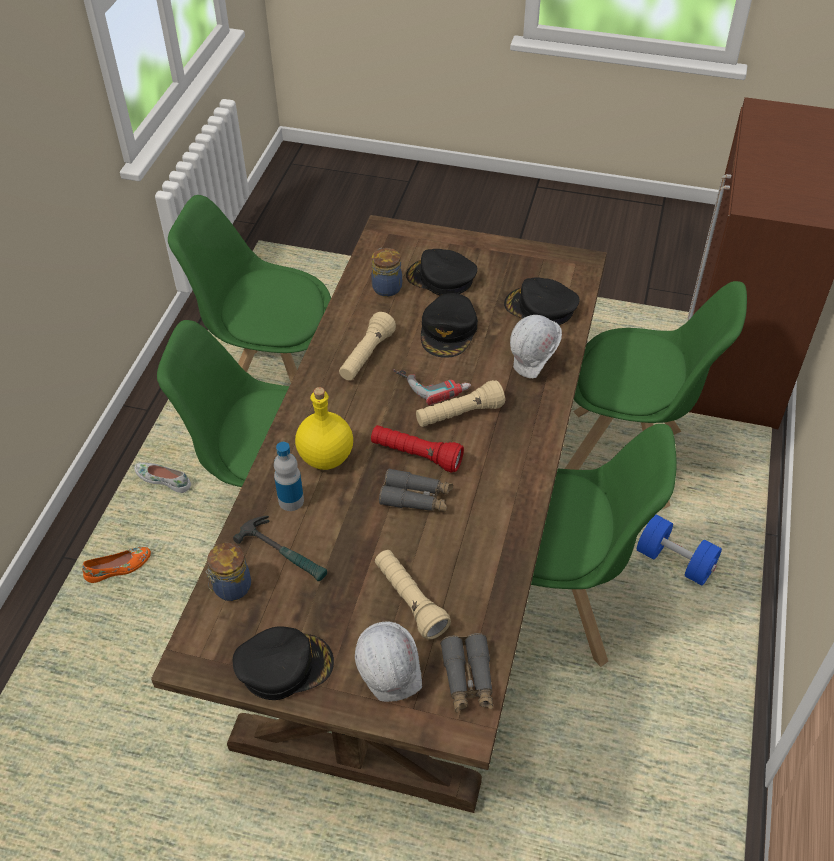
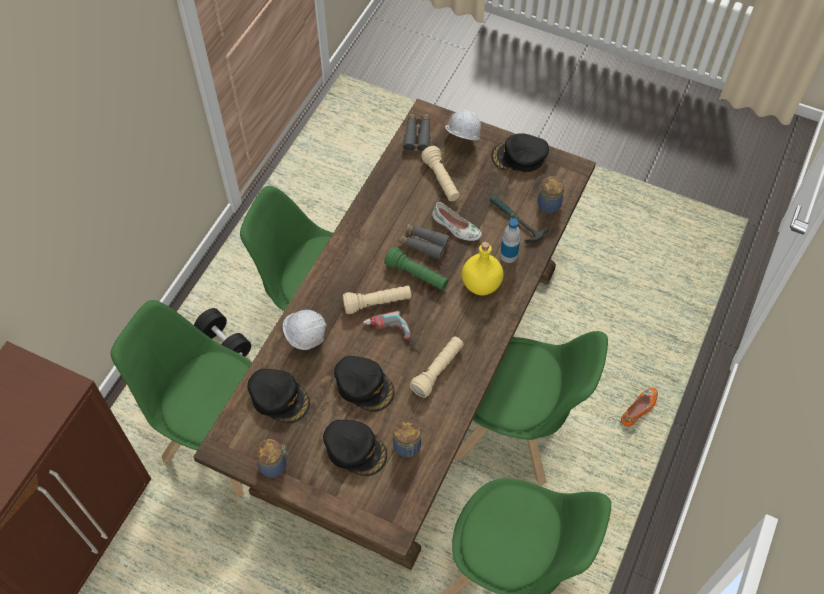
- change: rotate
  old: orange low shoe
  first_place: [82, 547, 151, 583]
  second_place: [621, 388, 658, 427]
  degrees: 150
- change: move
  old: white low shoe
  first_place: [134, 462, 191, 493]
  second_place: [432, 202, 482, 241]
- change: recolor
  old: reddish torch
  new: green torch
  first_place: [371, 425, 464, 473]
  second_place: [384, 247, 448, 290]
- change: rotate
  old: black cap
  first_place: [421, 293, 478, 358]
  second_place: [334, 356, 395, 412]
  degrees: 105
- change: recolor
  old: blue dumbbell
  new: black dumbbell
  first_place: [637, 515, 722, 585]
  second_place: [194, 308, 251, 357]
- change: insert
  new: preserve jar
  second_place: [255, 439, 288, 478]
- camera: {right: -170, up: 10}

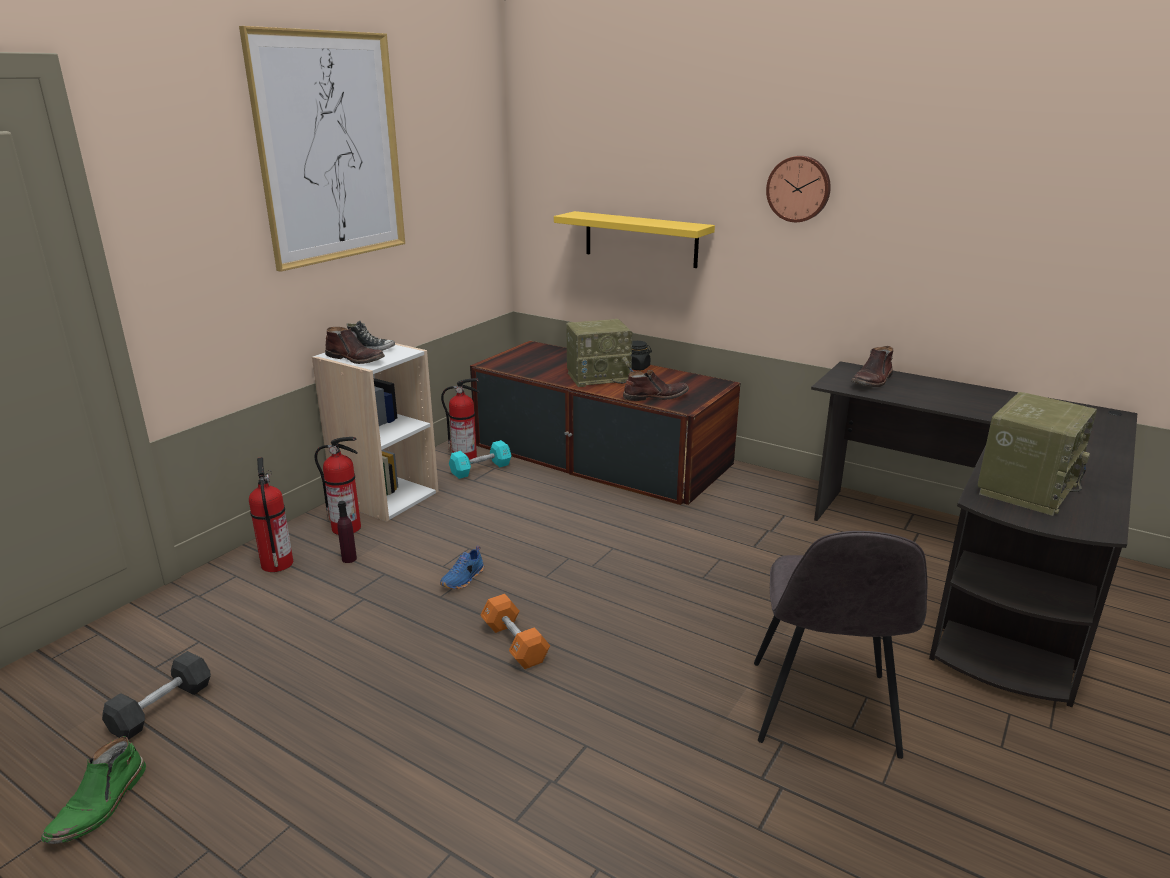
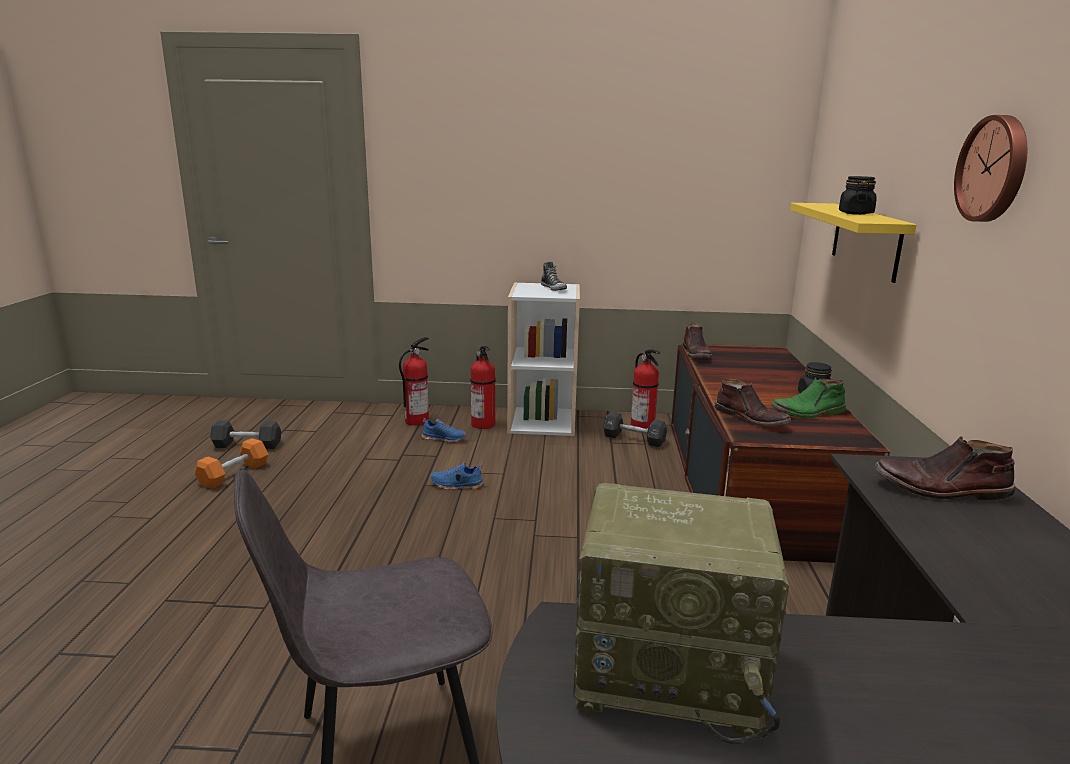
- change: move
  old: green high-top boot
  first_place: [41, 736, 146, 844]
  second_place: [771, 378, 846, 418]
- change: delete
  old: wall picture
  first_place: [239, 26, 405, 272]
- change: move
  old: brownish high-top boot
  first_place: [325, 327, 385, 364]
  second_place: [683, 323, 712, 358]
- change: replace
  old: purplish drink bottle
  new: blue low shoe
  first_place: [337, 501, 357, 563]
  second_place: [422, 418, 466, 443]
- change: recolor
  old: turquoise-coloured dumbbell
  new: black dumbbell
  first_place: [449, 440, 511, 479]
  second_place: [603, 411, 667, 447]
- change: move
  old: orange dumbbell
  first_place: [480, 594, 550, 669]
  second_place: [195, 438, 269, 489]
- change: delete
  old: radio receiver
  first_place: [566, 319, 634, 387]
- change: insert
  new: black preserve jar
  second_place: [839, 176, 876, 215]
- camera: {right: 60, up: -5}

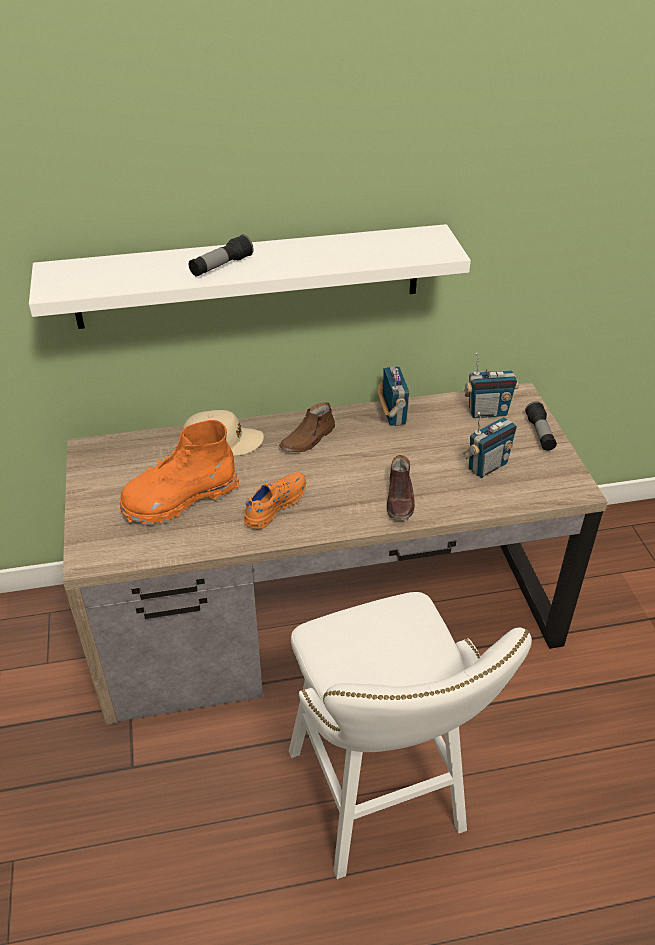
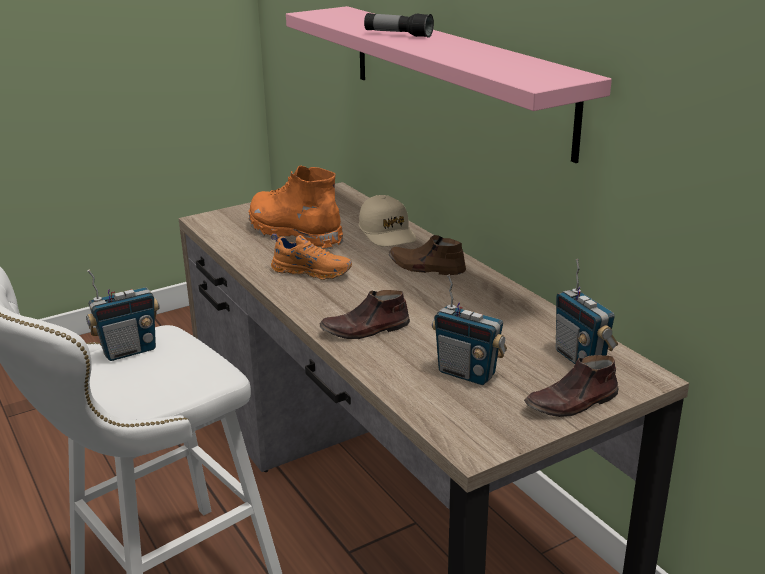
- change: recolor
  old: white bracket shelf
  new: pink-coloured bracket shelf
  first_place: [29, 224, 471, 329]
  second_place: [286, 6, 612, 163]
- change: move
  old: radio receiver
  first_place: [377, 366, 409, 426]
  second_place: [86, 269, 160, 361]
- change: replace
  old: torch
  new: brownish low shoe
  first_place: [525, 401, 557, 451]
  second_place: [524, 355, 619, 417]
- camera: {right: 70, up: -15}

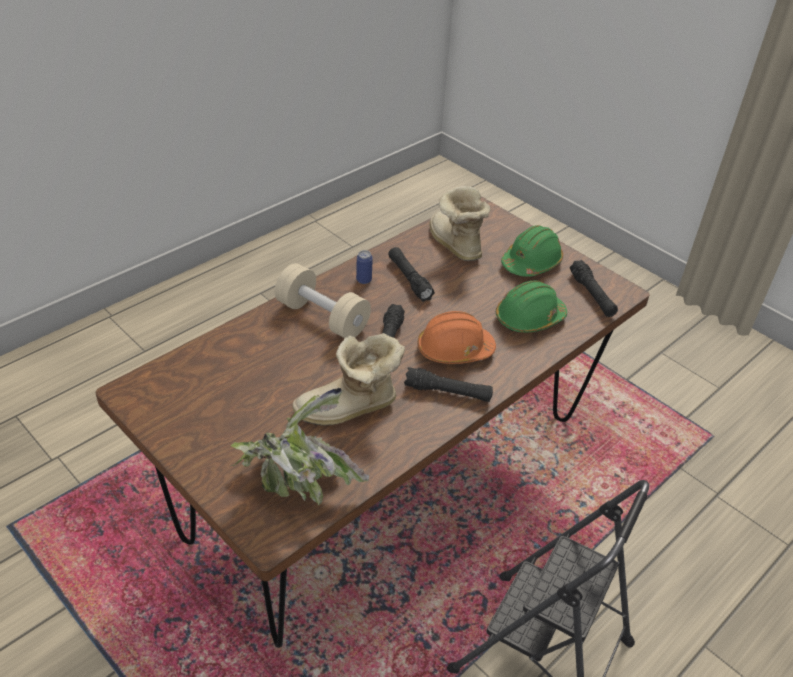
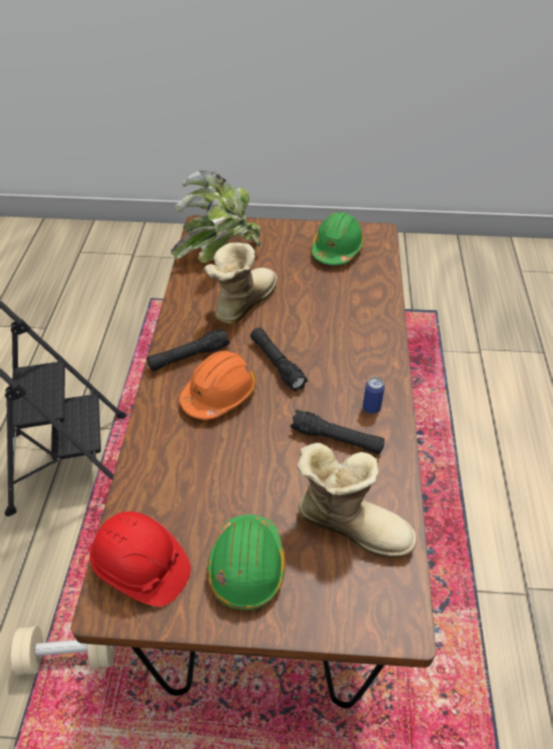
- change: move
  old: sand-coloured dumbbell
  first_place: [275, 263, 371, 338]
  second_place: [11, 626, 115, 675]
- change: move
  old: green hard hat
  first_place: [496, 280, 567, 332]
  second_place: [311, 212, 364, 265]
- change: replace
  old: black torch
  new: reddish hard hat
  first_place: [570, 260, 618, 317]
  second_place: [90, 511, 191, 607]
- camera: {right: 140, up: 5}

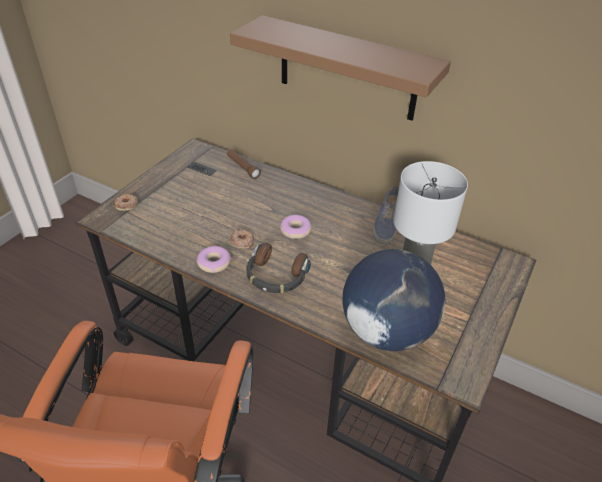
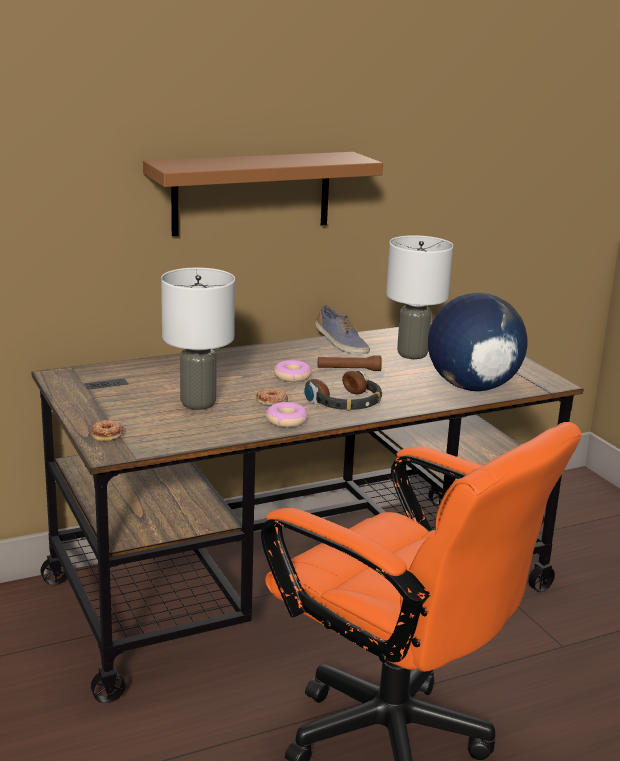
- change: move
  old: brownish torch
  first_place: [227, 149, 261, 179]
  second_place: [318, 355, 382, 371]
- change: insert
  new: white lamp for a table
  second_place: [161, 268, 235, 410]
- camera: {right: -55, up: -20}

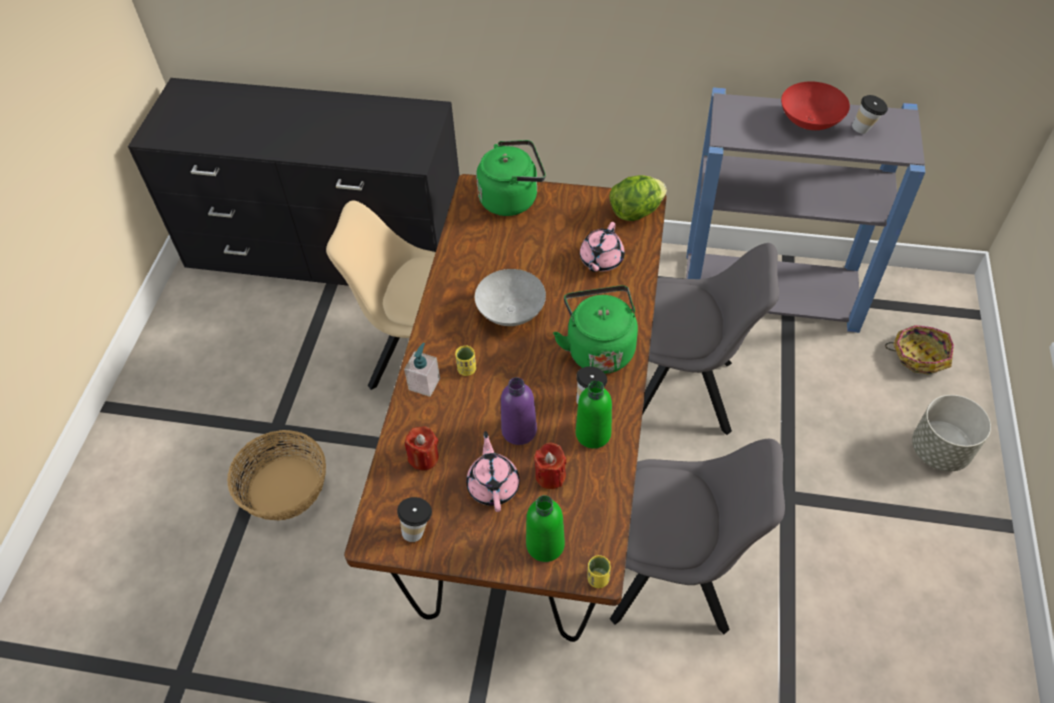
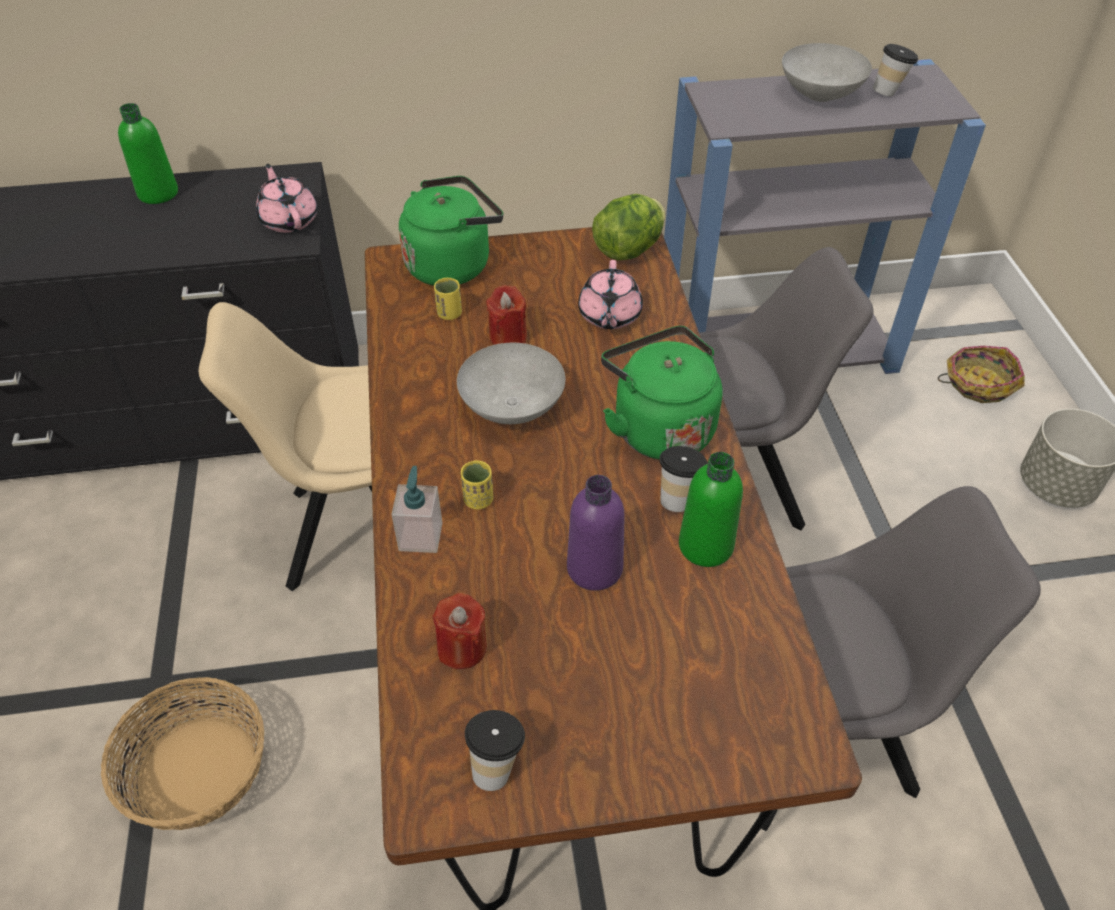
- change: move
  old: pink-coloured tea pot
  first_place: [466, 431, 520, 512]
  second_place: [256, 164, 317, 233]
- change: move
  old: green drink bottle
  first_place: [526, 495, 565, 562]
  second_place: [118, 103, 178, 204]
- change: move
  old: reddish wax candle
  first_place: [534, 443, 566, 489]
  second_place: [486, 285, 527, 345]
- change: move
  old: yellow-coloured small cup
  first_place: [587, 555, 611, 588]
  second_place: [434, 278, 462, 320]
- change: recolor
  old: reddish deep dish
  new: grey deep dish
  first_place: [781, 81, 850, 130]
  second_place: [782, 43, 872, 102]
- camera: {right: -20, up: -5}

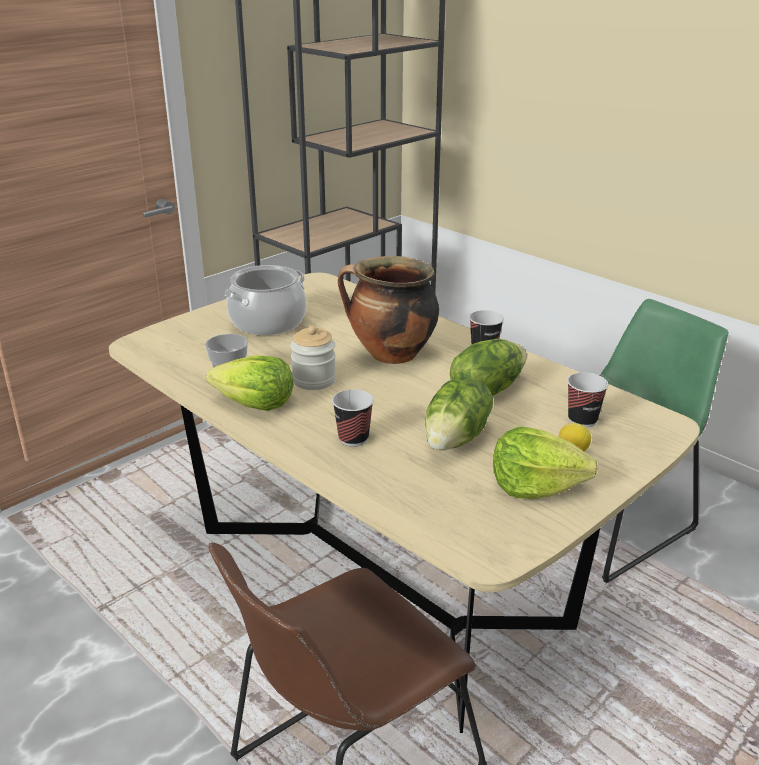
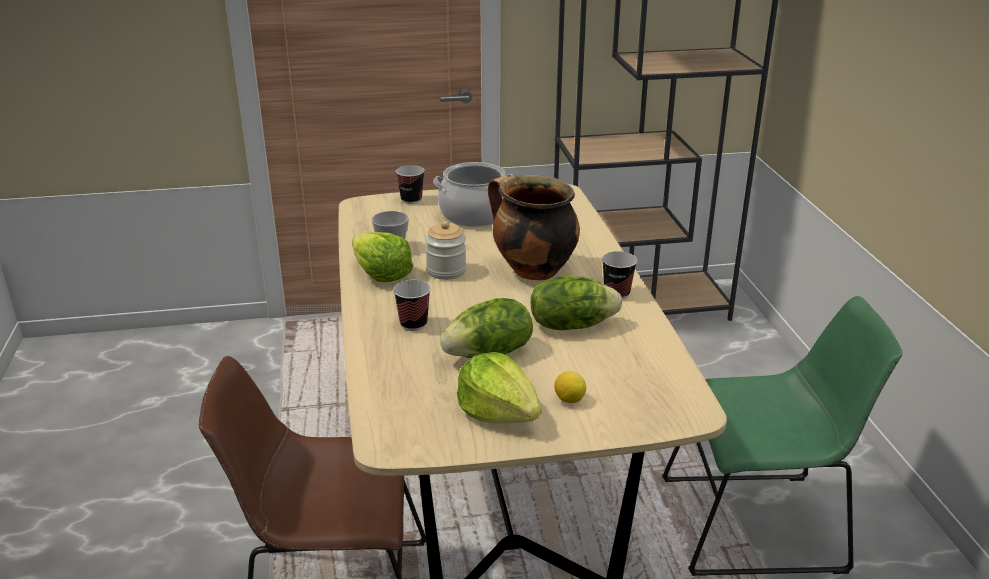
- change: move
  old: small cup
  first_place: [567, 373, 608, 427]
  second_place: [396, 165, 425, 204]
- camera: {right: 35, up: 0}

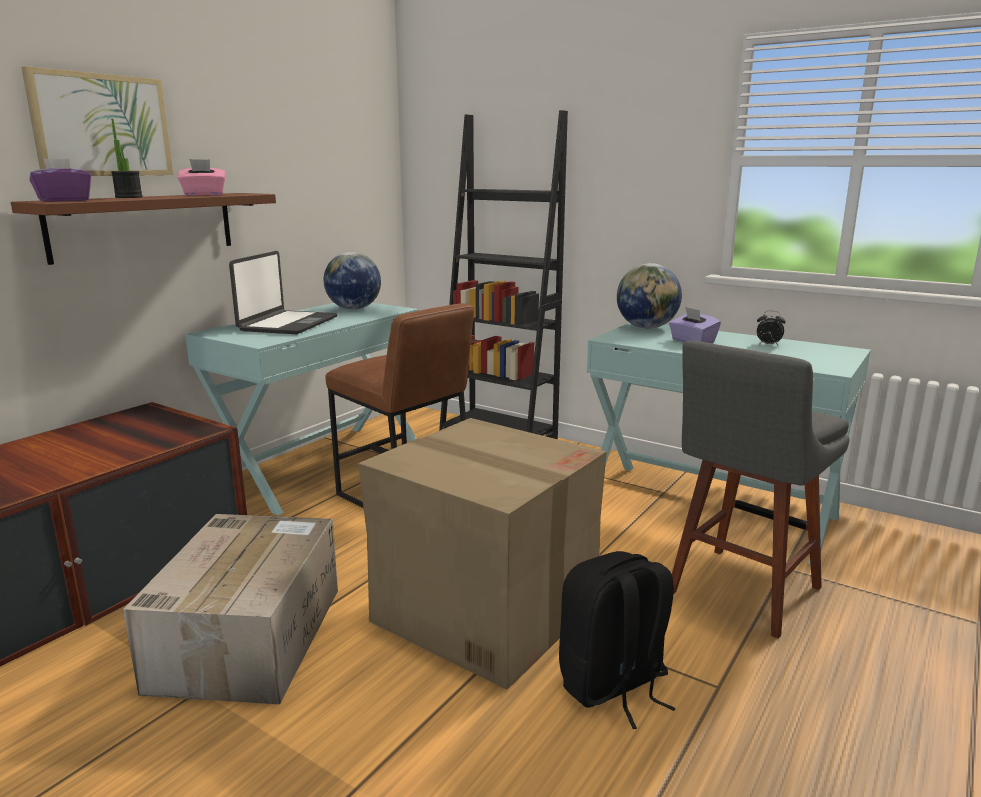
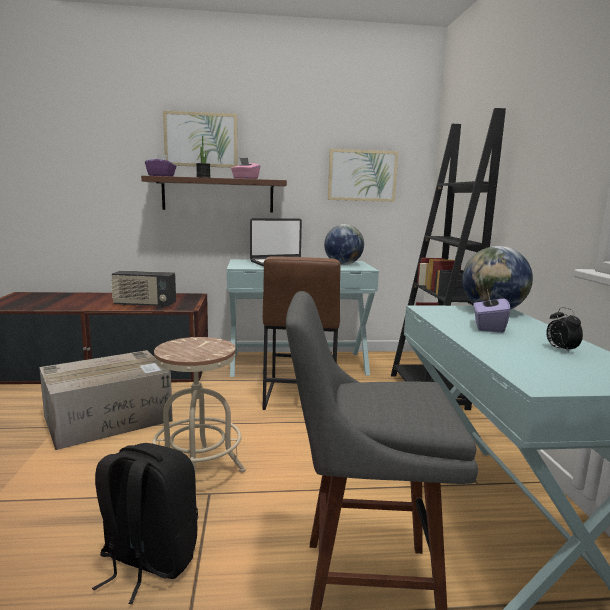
- change: replace
  old: cardboard box
  new: sand-coloured sitting stool
  first_place: [358, 418, 607, 690]
  second_place: [152, 337, 246, 473]
- change: insert
  new: radio receiver
  second_place: [111, 271, 176, 308]
- change: insert
  new: wall picture
  second_place: [328, 149, 398, 202]
- camera: {right: 50, up: -5}

